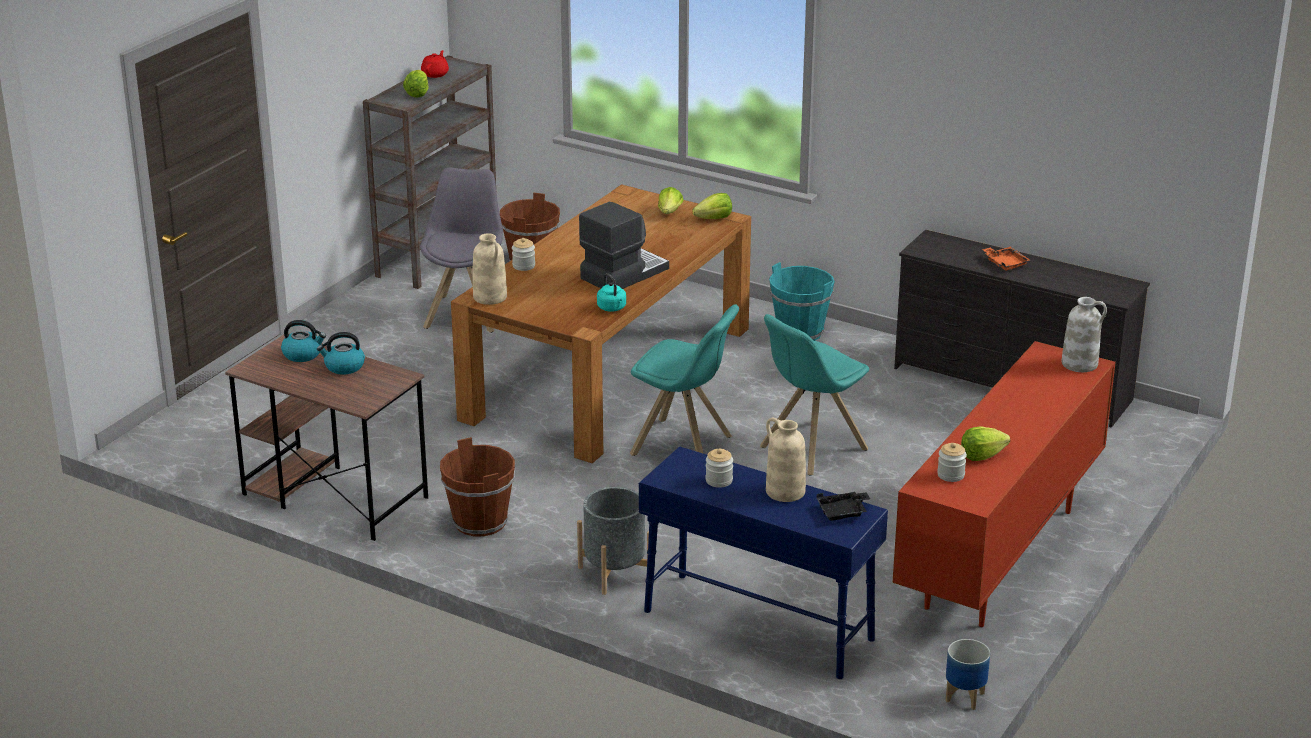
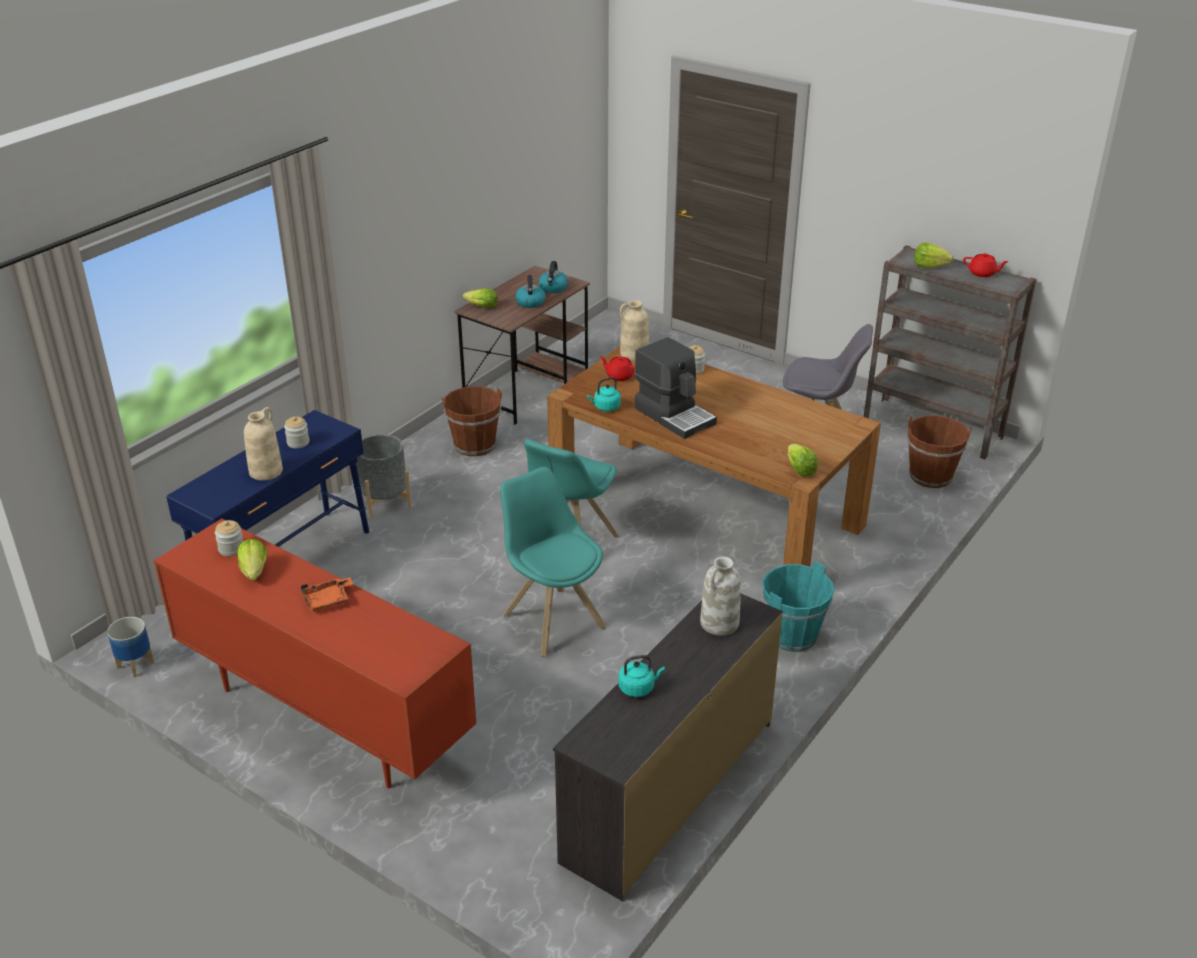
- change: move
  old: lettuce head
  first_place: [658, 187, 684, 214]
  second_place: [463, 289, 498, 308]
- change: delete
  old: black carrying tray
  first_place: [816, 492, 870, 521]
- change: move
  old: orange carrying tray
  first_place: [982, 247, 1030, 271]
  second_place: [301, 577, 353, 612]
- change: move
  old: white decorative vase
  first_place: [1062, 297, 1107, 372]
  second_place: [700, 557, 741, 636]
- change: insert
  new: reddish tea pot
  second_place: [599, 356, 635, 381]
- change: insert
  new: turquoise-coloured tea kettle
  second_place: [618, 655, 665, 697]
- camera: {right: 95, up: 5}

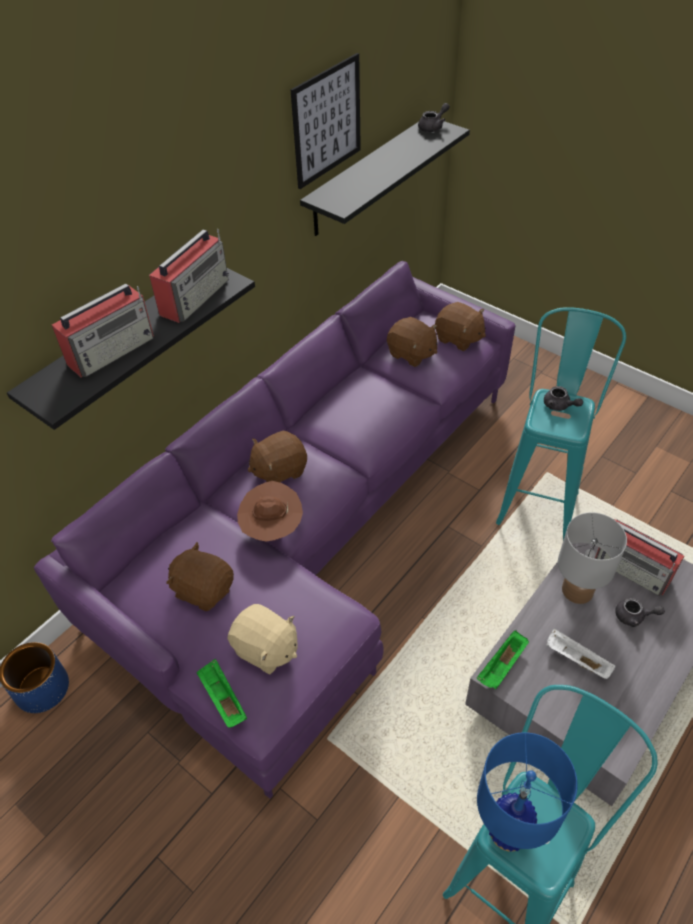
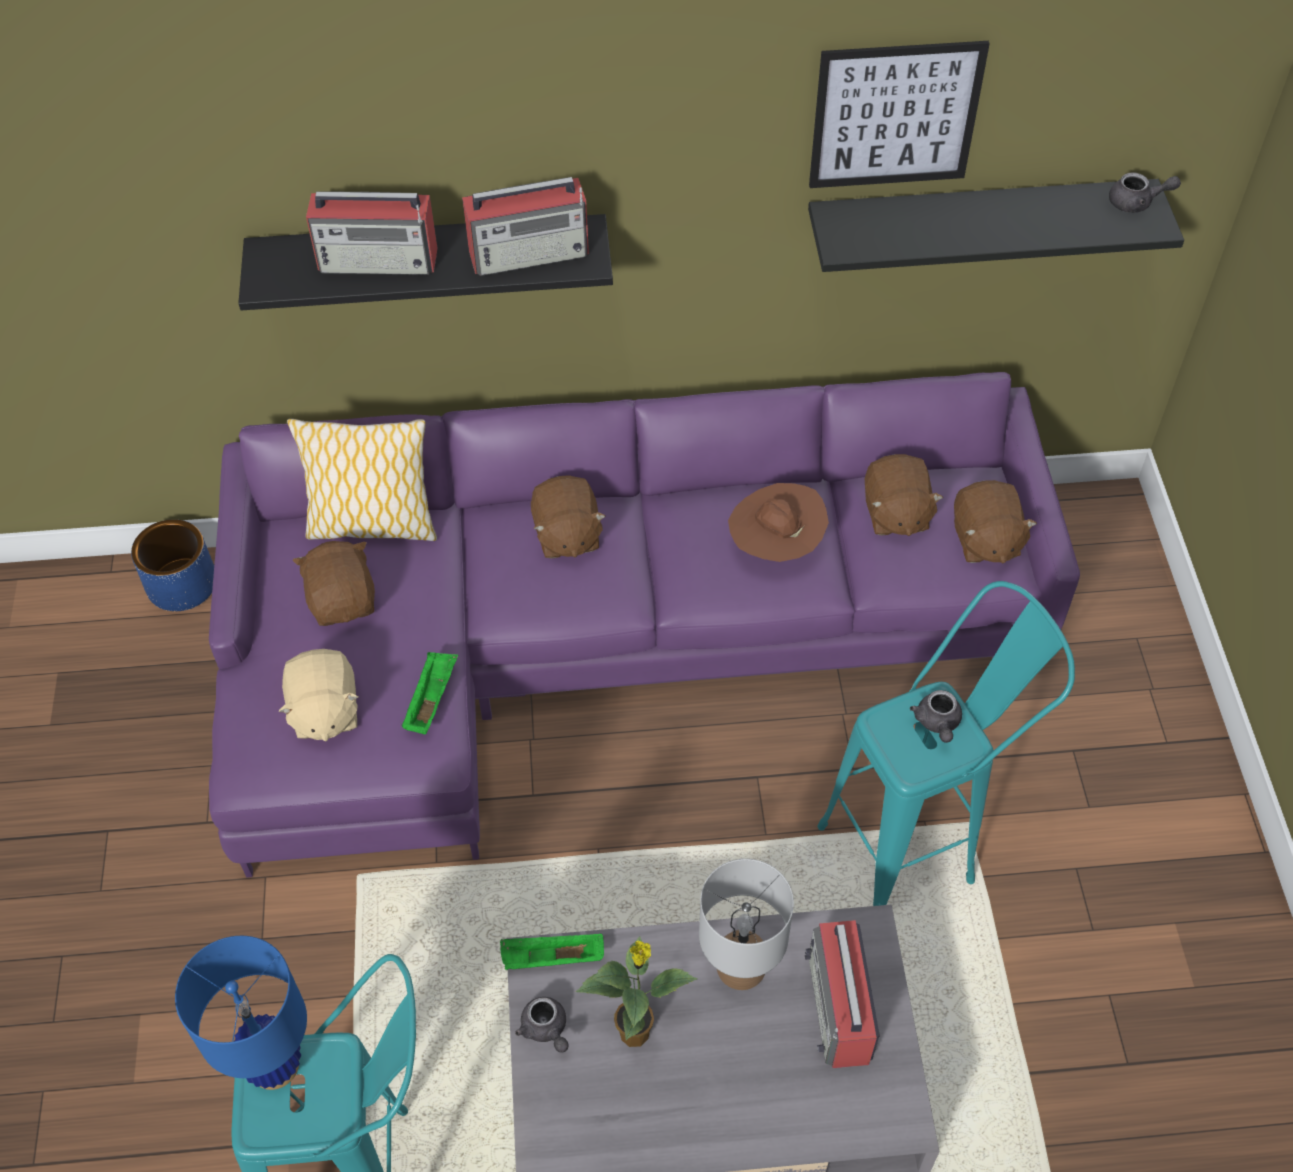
- change: move
  old: green carrying tray
  first_place: [197, 659, 247, 727]
  second_place: [402, 652, 458, 734]
- change: move
  old: brownish hat
  first_place: [237, 481, 303, 542]
  second_place: [728, 483, 829, 562]
- change: rotate
  old: brownish cuddly toy
  first_place: [248, 431, 307, 483]
  second_place: [531, 475, 606, 559]
  degrees: -120
- change: replace
  old: white carrying tray
  new: potted plant
  first_place: [546, 628, 615, 679]
  second_place: [576, 936, 698, 1047]
- change: move
  old: grey tea pot
  first_place: [615, 598, 665, 627]
  second_place: [515, 997, 569, 1053]
- change: insert
  new: cushion
  second_place: [287, 419, 437, 541]
- camera: {right: 45, up: 5}

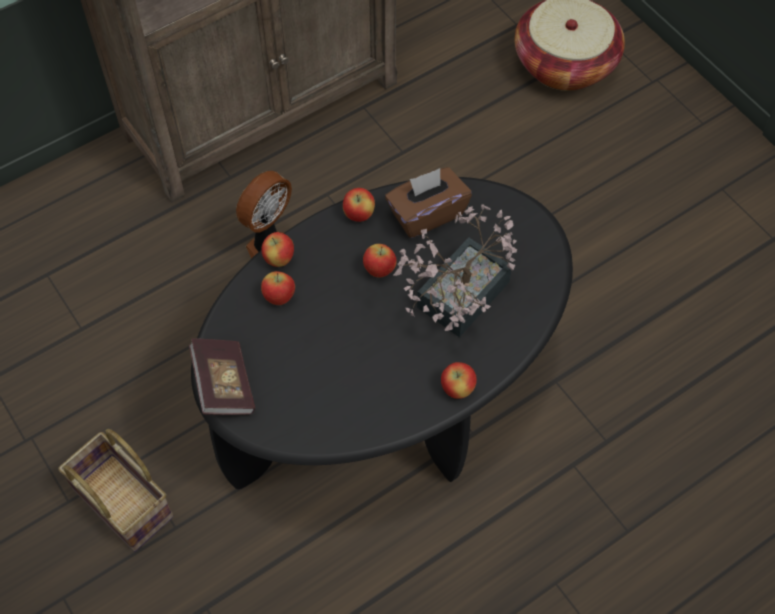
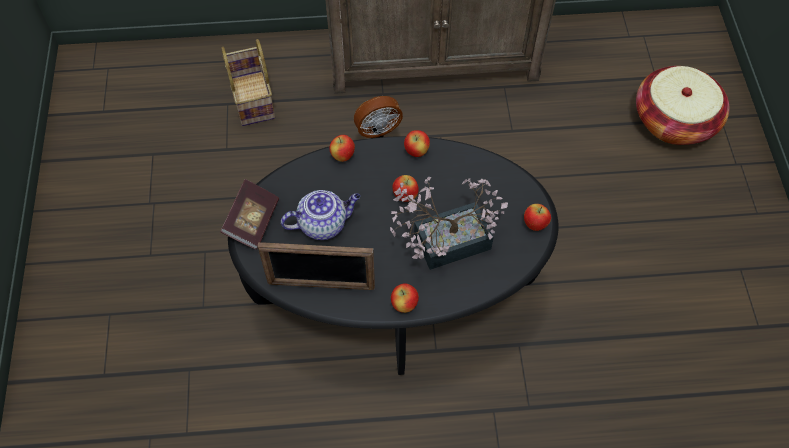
- change: move
  old: household basket
  first_place: [58, 429, 173, 552]
  second_place: [221, 39, 275, 126]
- change: move
  old: apple
  first_place: [261, 271, 295, 305]
  second_place: [524, 204, 551, 231]
- change: delete
  old: brownish tissue holder
  first_place: [385, 167, 472, 238]
- change: insert
  new: photo frame
  second_place: [258, 242, 375, 290]
- change: insert
  new: tea pot
  second_place: [281, 190, 360, 240]
- camera: {right: 30, up: 0}

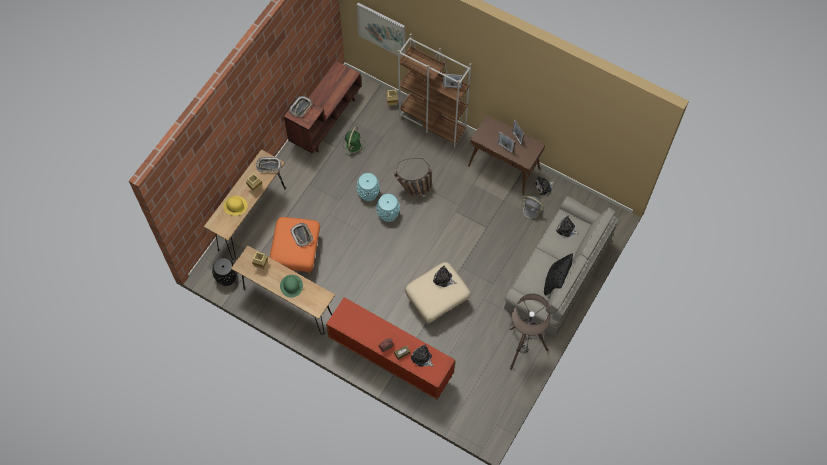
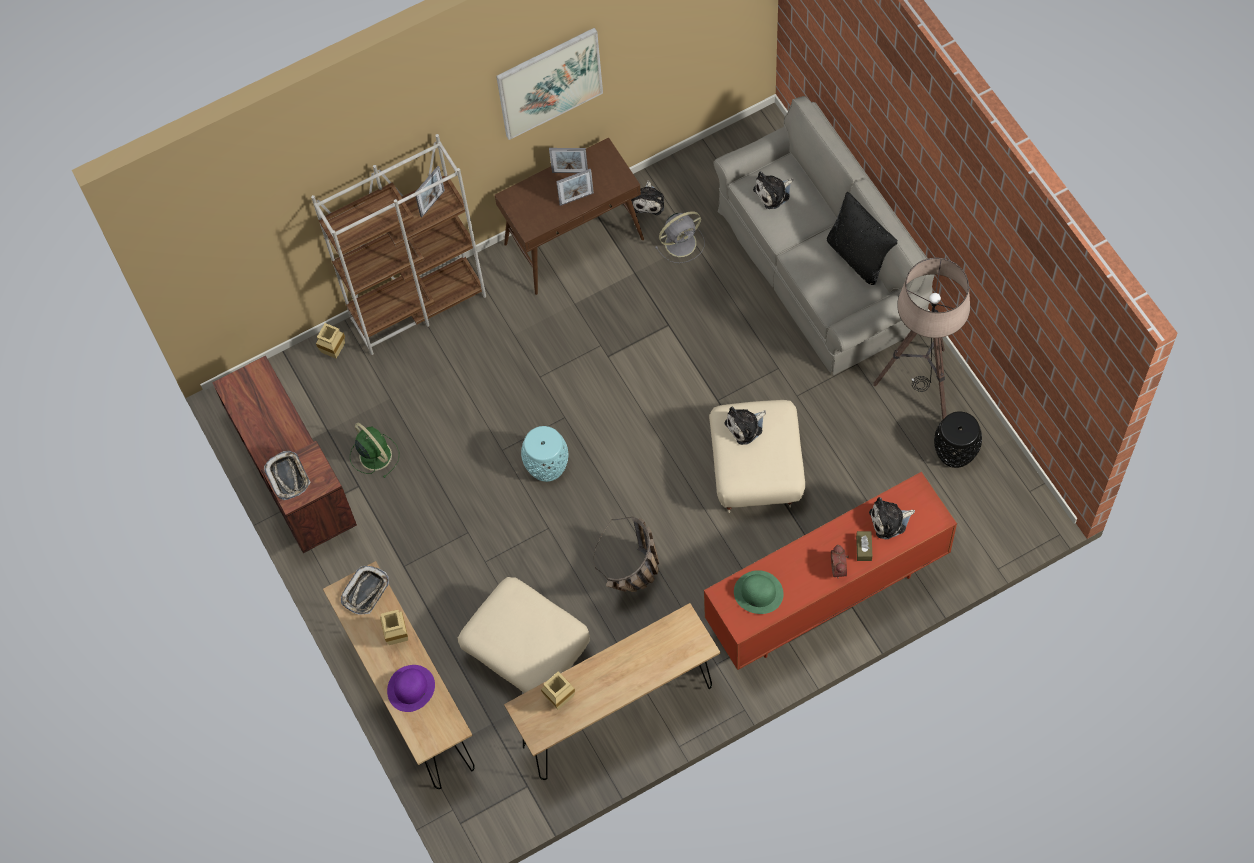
- change: move
  old: black sitting stool
  first_place: [212, 258, 237, 286]
  second_place: [934, 412, 982, 468]
- change: recolor
  old: yellow-coloured hat
  new: purplish hat
  first_place: [223, 196, 248, 216]
  second_place: [387, 665, 435, 712]
- change: recolor
  old: orange ottoman
  new: sand-coloured ottoman
  first_place: [270, 217, 320, 274]
  second_place: [457, 577, 590, 693]
- change: move
  old: green hat
  first_place: [280, 275, 303, 298]
  second_place: [734, 570, 784, 614]
- change: delete
  old: carrying tray
  first_place: [290, 223, 314, 247]
- change: move
  old: wall picture
  first_place: [357, 3, 405, 57]
  second_place: [496, 27, 603, 140]
- change: delete
  old: turquoise-coloured sitting stool
  first_place: [357, 173, 380, 201]
- change: move
  old: household basket
  first_place: [393, 158, 432, 197]
  second_place: [593, 517, 659, 592]
- camera: {right: -55, up: 0}

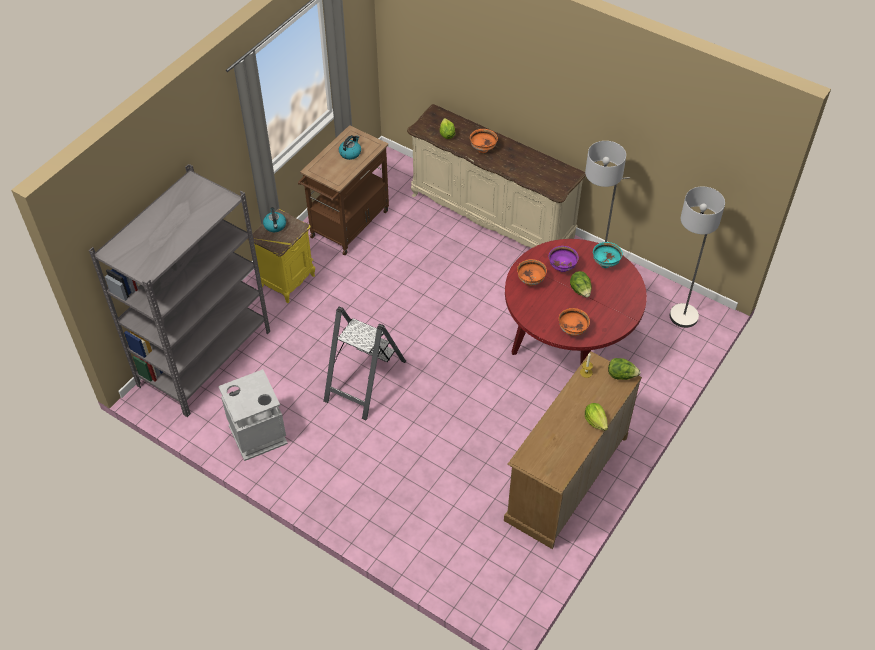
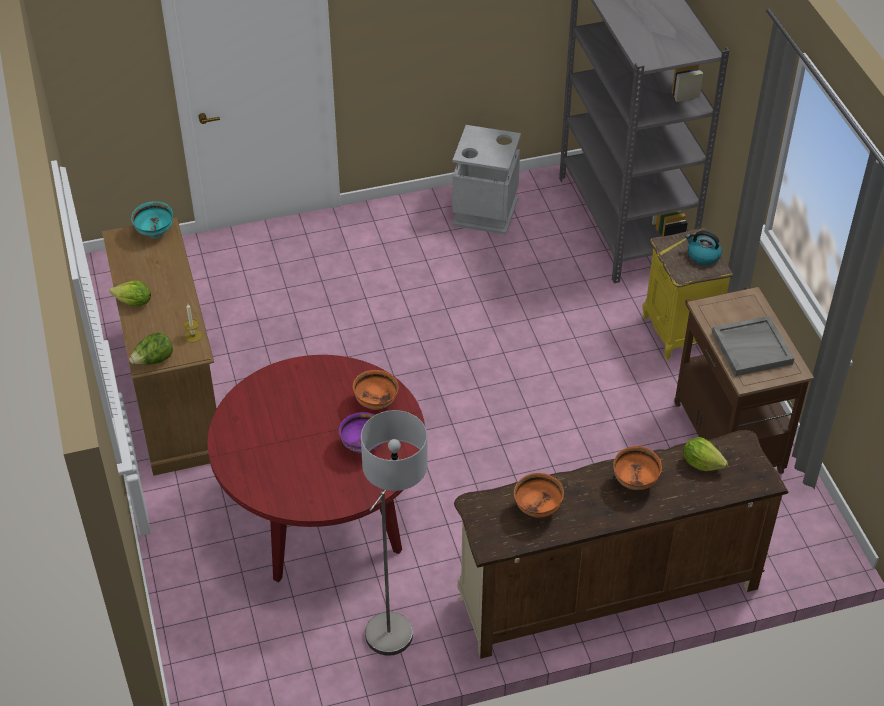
- change: delete
  old: grey stepladder
  first_place: [324, 307, 406, 420]
- change: replace
  old: tea kettle
  new: grey carrying tray
  first_place: [339, 135, 361, 160]
  second_place: [712, 316, 795, 376]
- change: move
  old: orange deep dish
  first_place: [559, 308, 590, 336]
  second_place: [514, 473, 564, 518]
- change: delete
  old: lettuce head
  first_place: [570, 271, 592, 298]
- change: move
  old: turquoise-coloured deep dish
  first_place: [593, 242, 623, 268]
  second_place: [131, 201, 173, 238]
- change: delete
  old: grey standing lamp
  first_place: [670, 186, 725, 328]
- camera: {right: 130, up: -5}

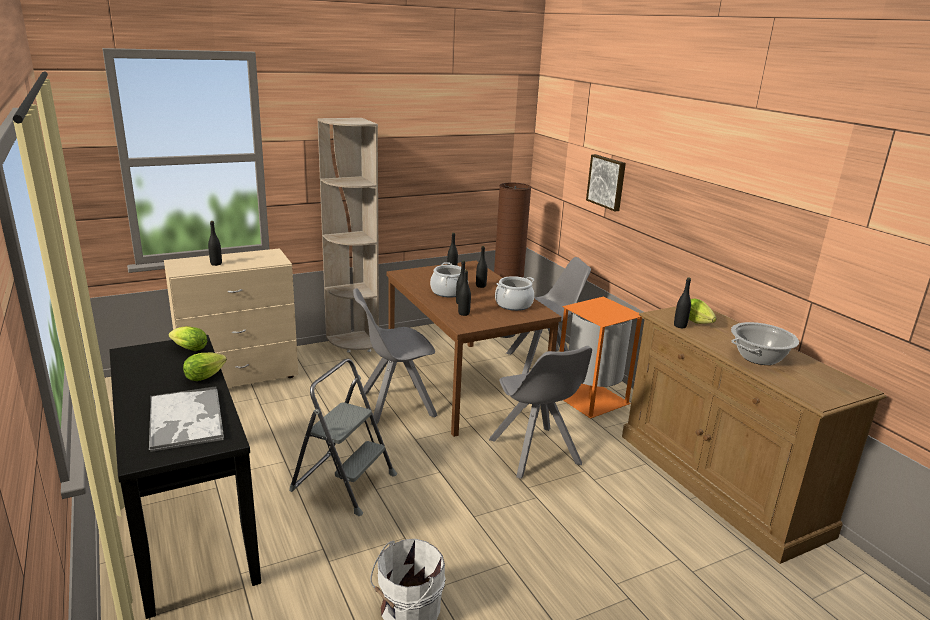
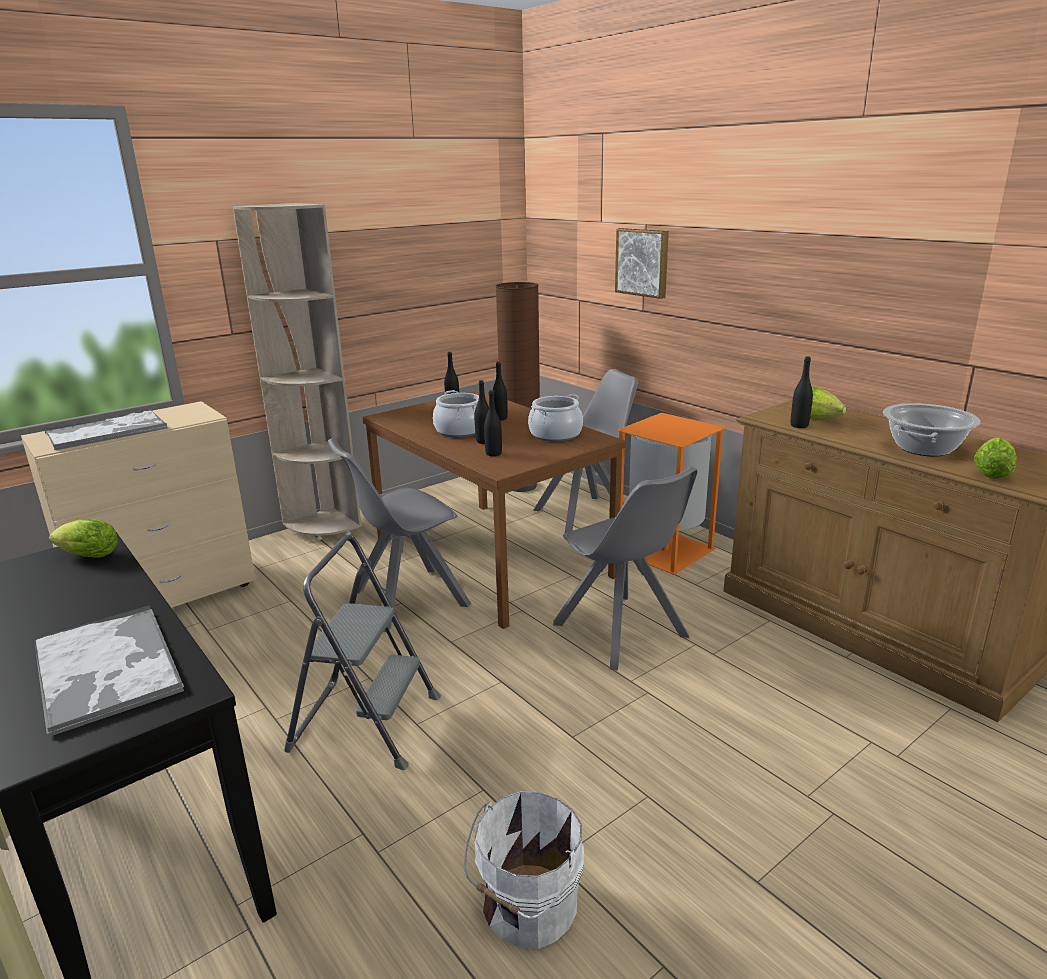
- change: move
  old: lettuce head
  first_place: [183, 352, 227, 381]
  second_place: [974, 438, 1017, 479]
- change: replace
  old: black drink bottle
  new: carrying tray
  first_place: [208, 221, 222, 266]
  second_place: [44, 409, 168, 450]
- camera: {right: -10, up: 0}

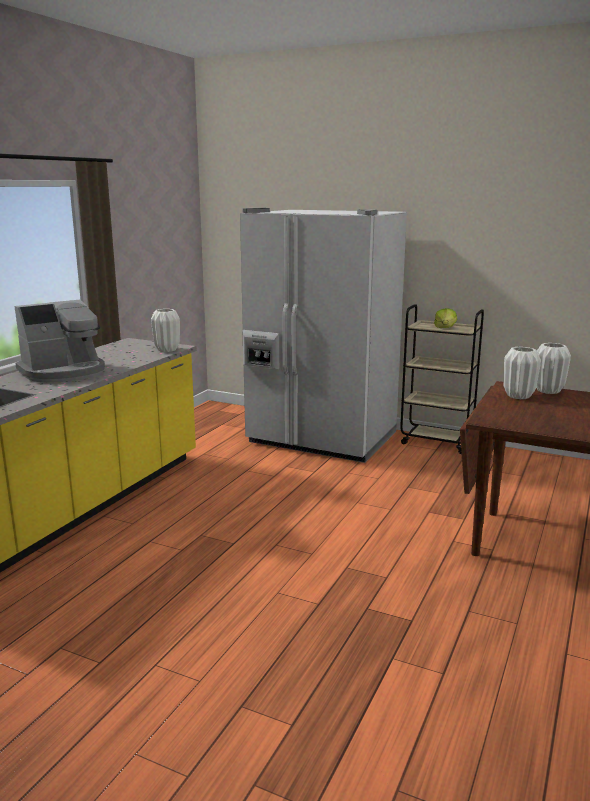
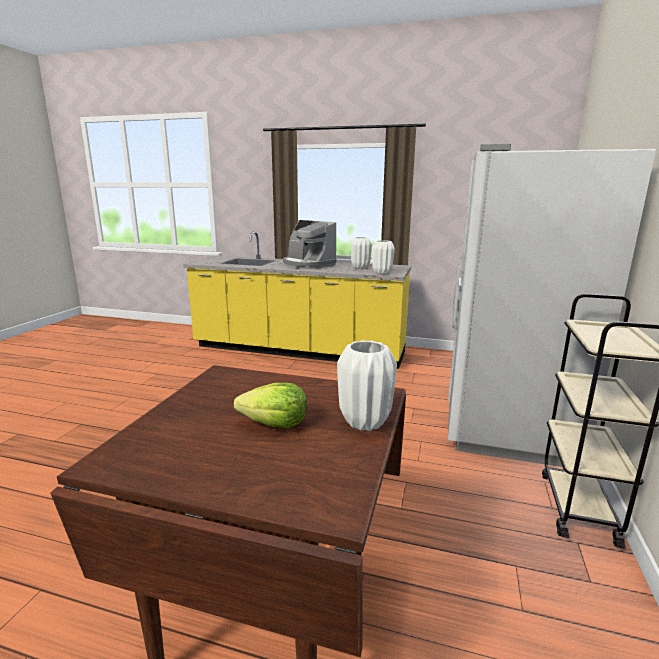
- change: move
  old: lettuce head
  first_place: [434, 308, 457, 328]
  second_place: [234, 383, 307, 428]
- change: move
  old: white decorative vase
  first_place: [504, 347, 541, 399]
  second_place: [351, 237, 372, 269]
- camera: {right: 80, up: 0}

